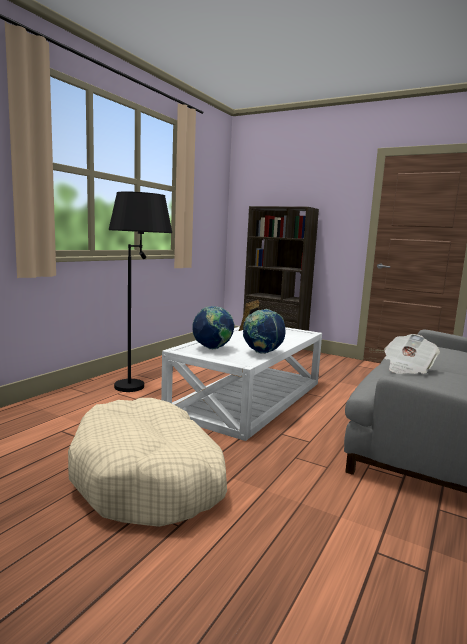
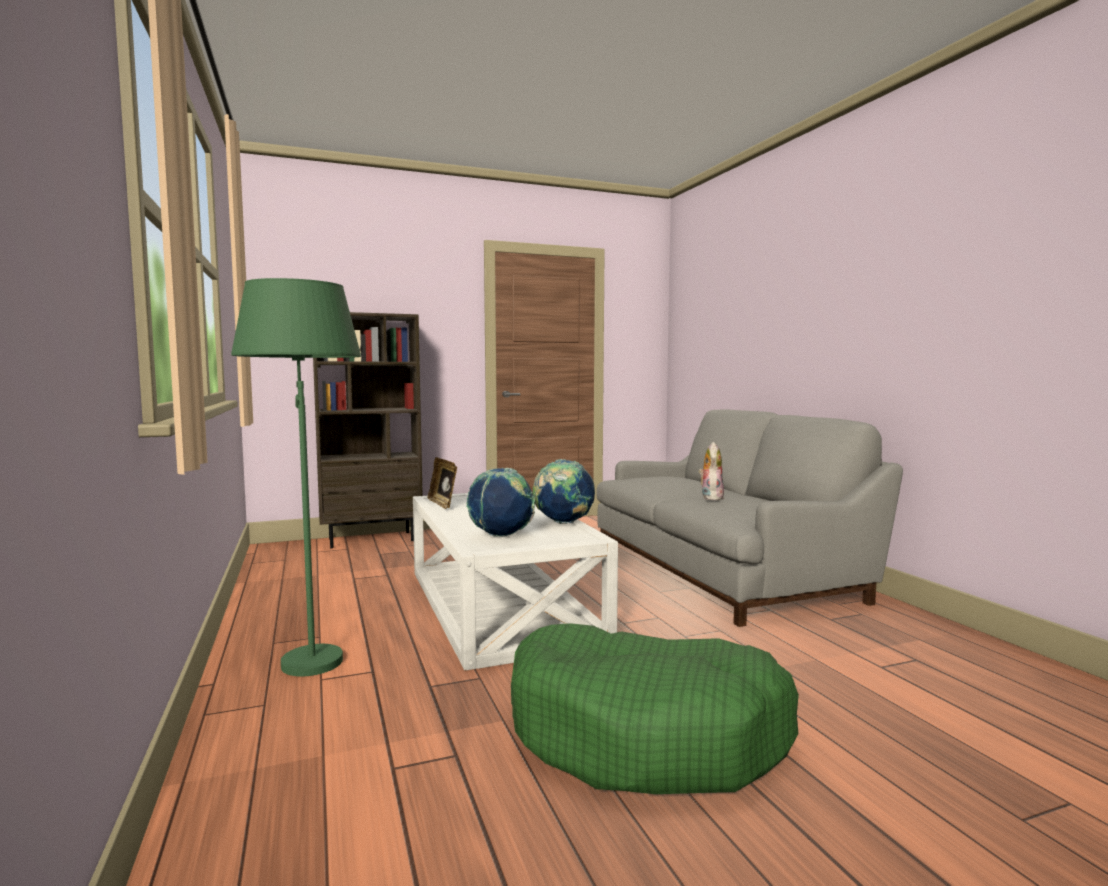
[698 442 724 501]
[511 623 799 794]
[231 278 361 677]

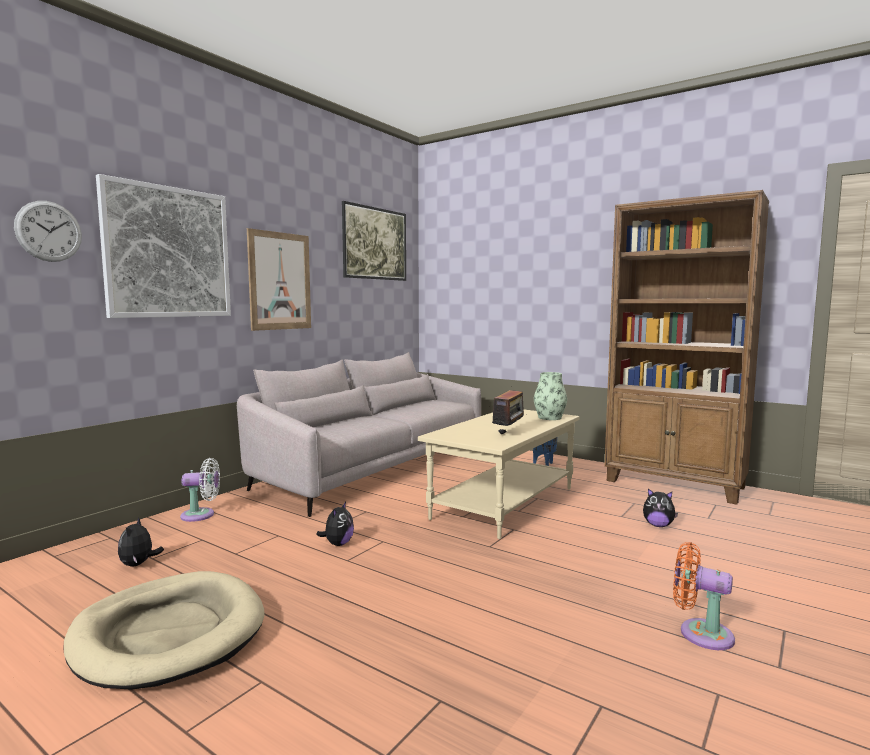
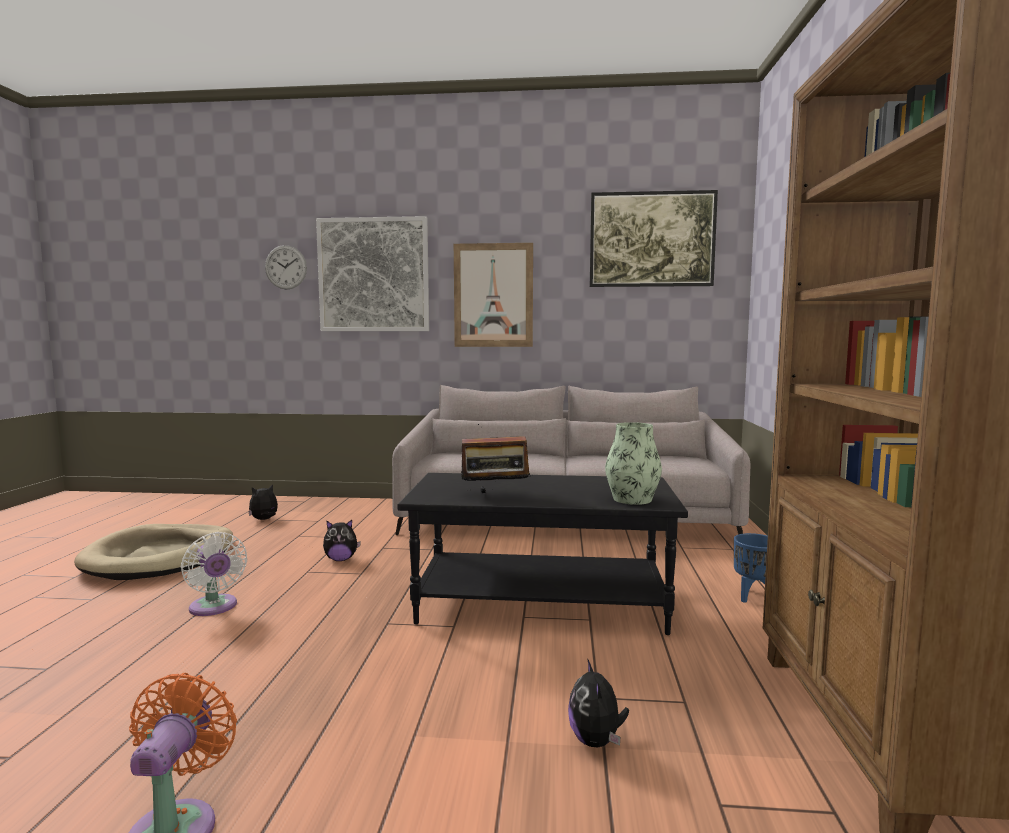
[181 532 247 616]
[397 473 688 635]

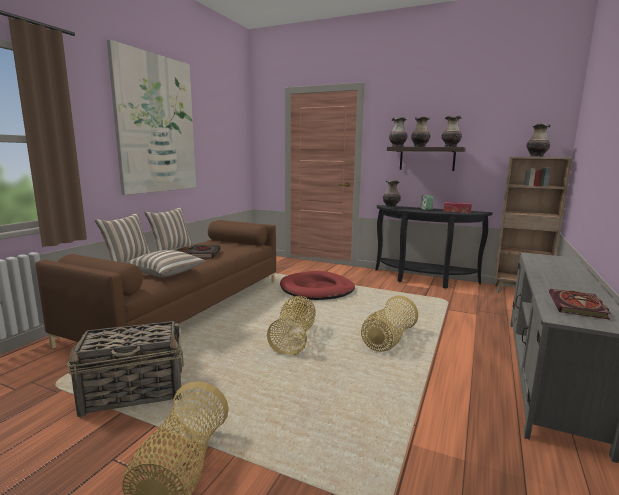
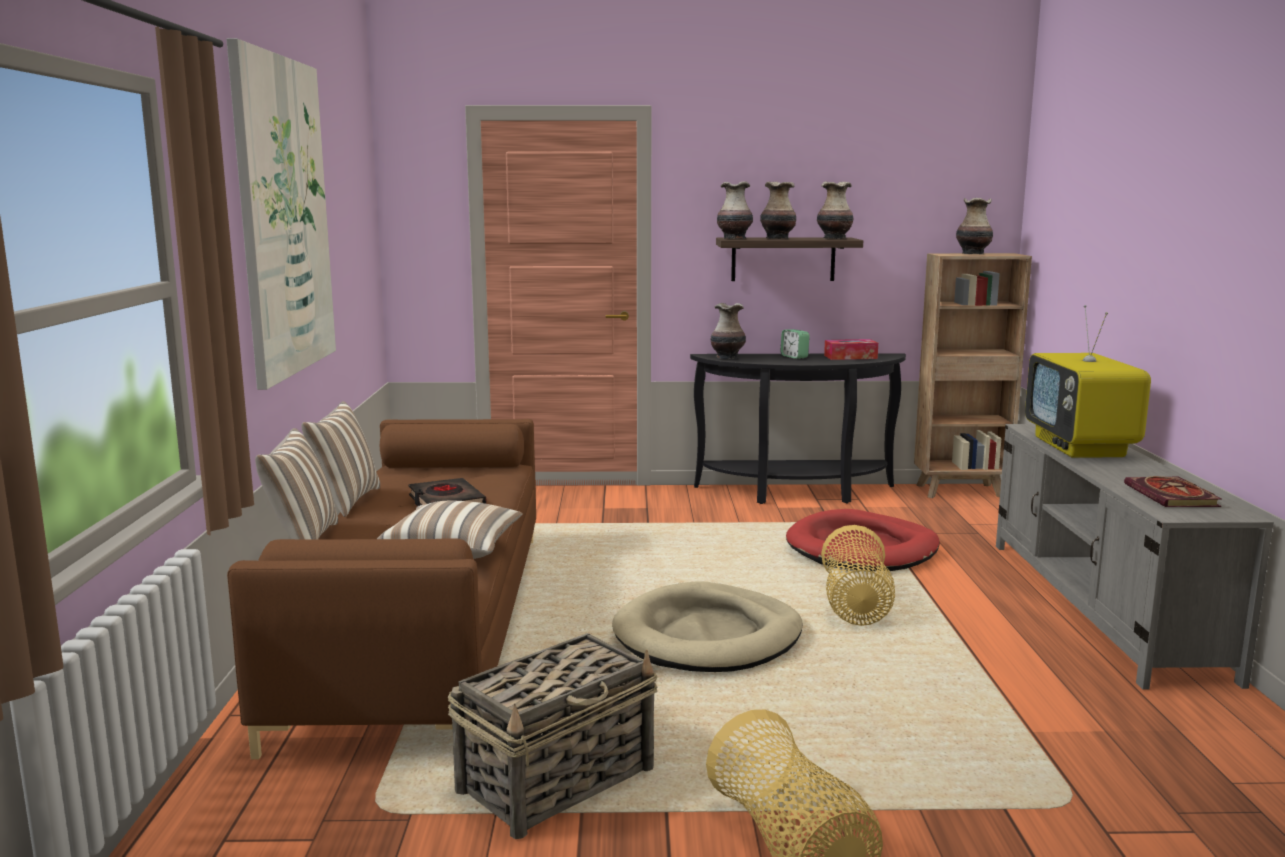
[1025 305 1151 458]
[786 509 940 571]
[612 581 803 672]

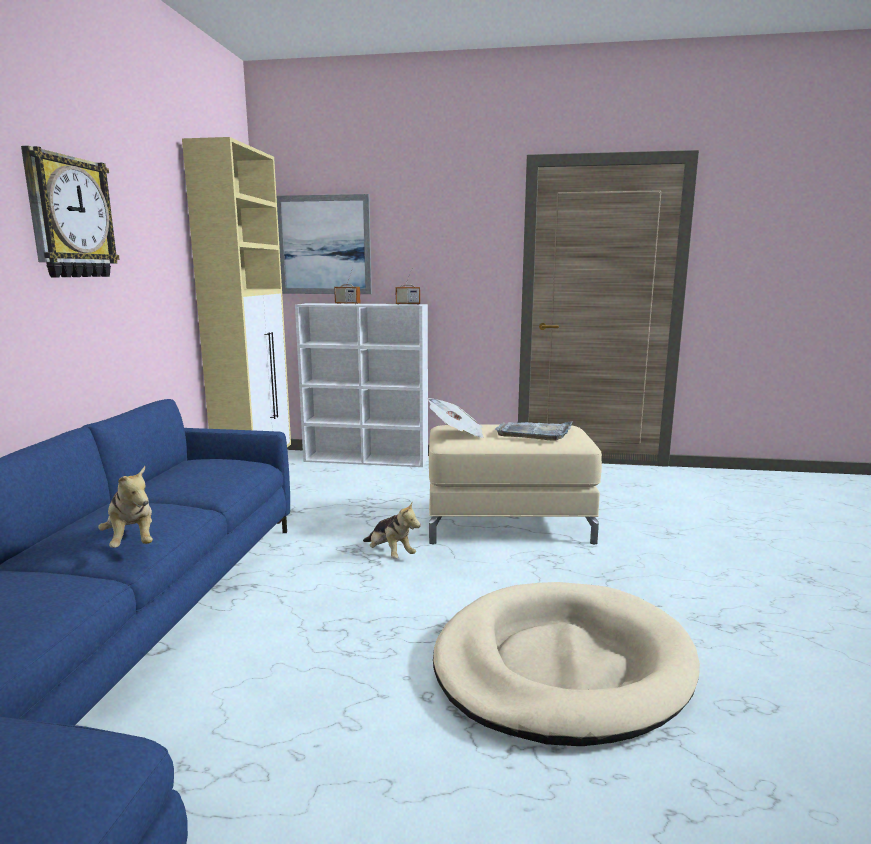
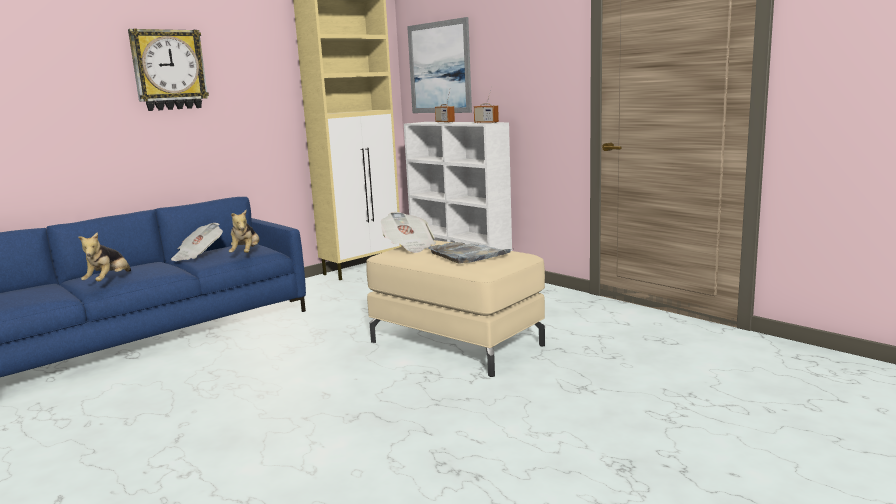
[433 582 700 746] (first image)
[171 223 223 261]
[229 210 260 253]

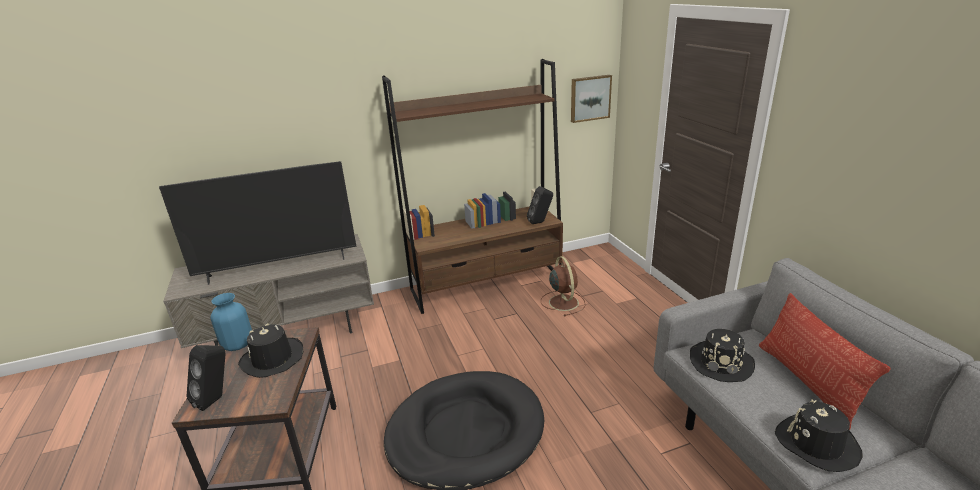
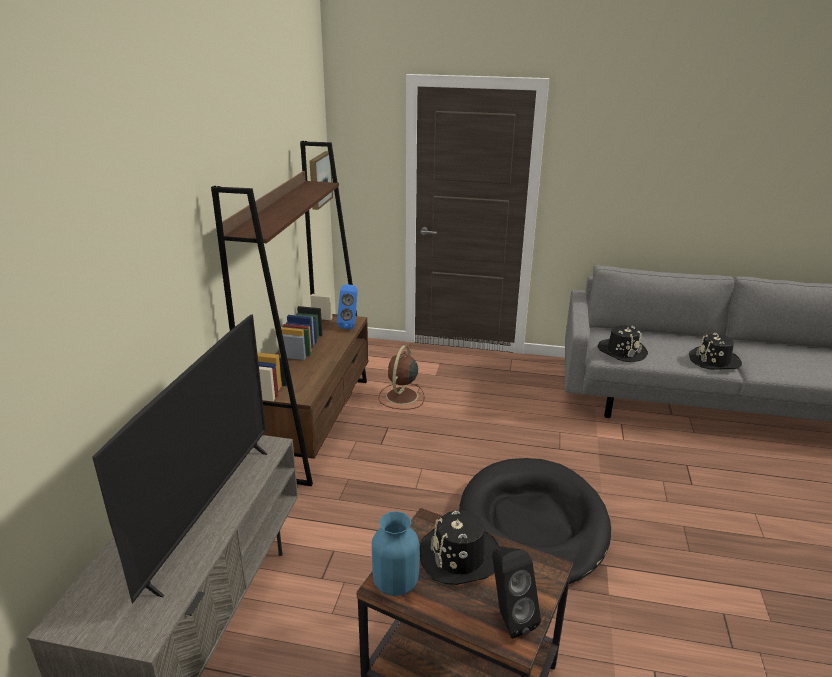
[759 293 891 430] (first image)
[337 285 358 329]
[378 345 424 410]

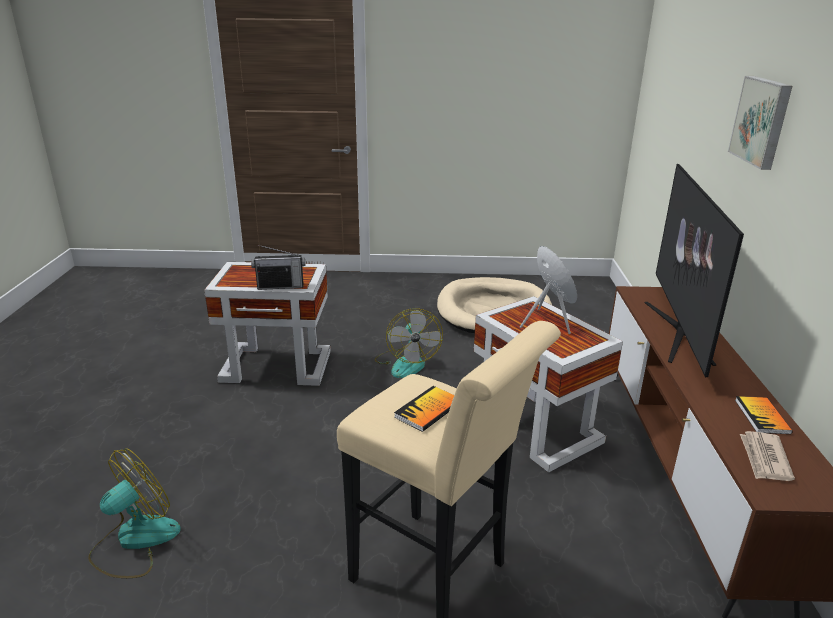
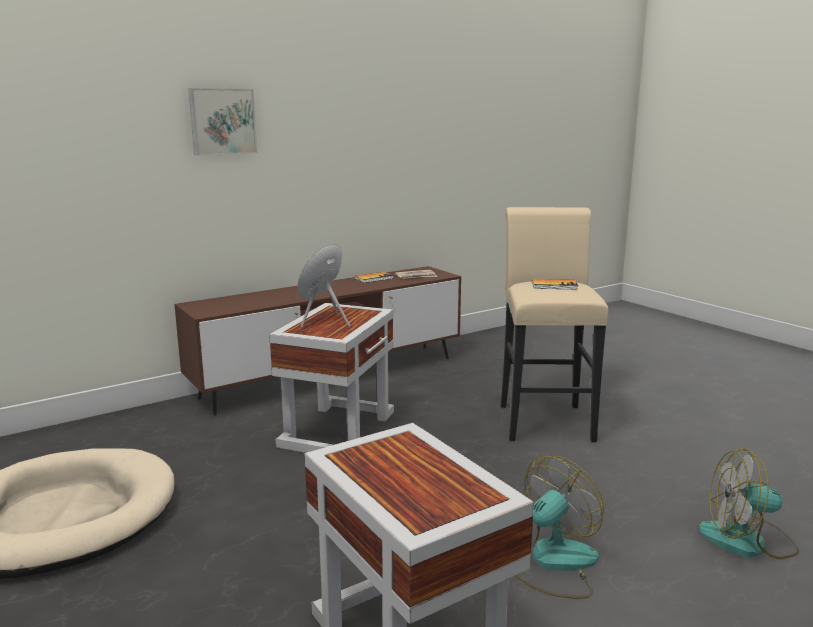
[251 245 305 290] (first image)
[645 164 744 377] (first image)
[515 456 604 599]

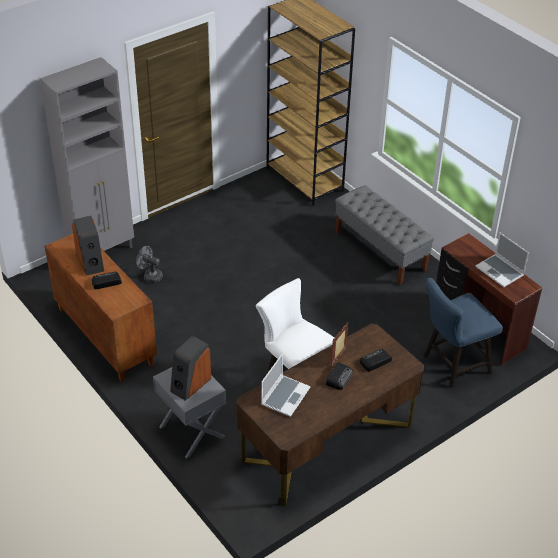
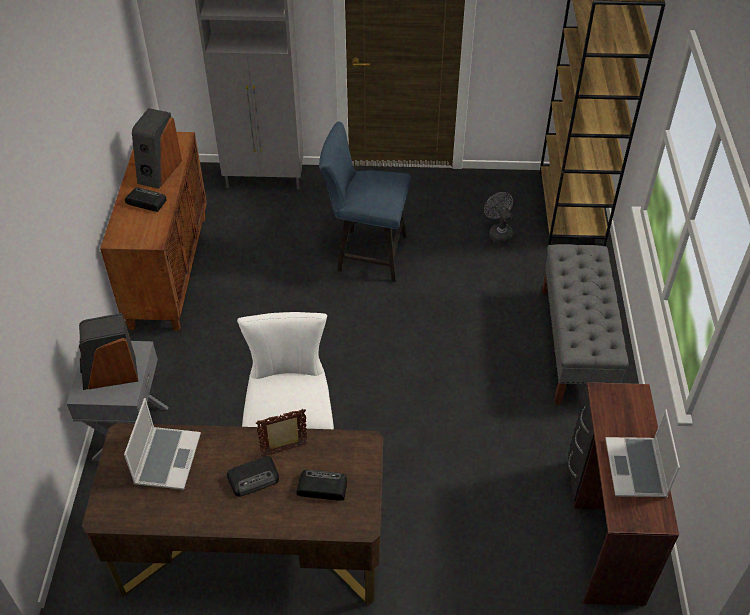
[484 192 513 243]
[319 121 411 282]
[124 398 201 490]

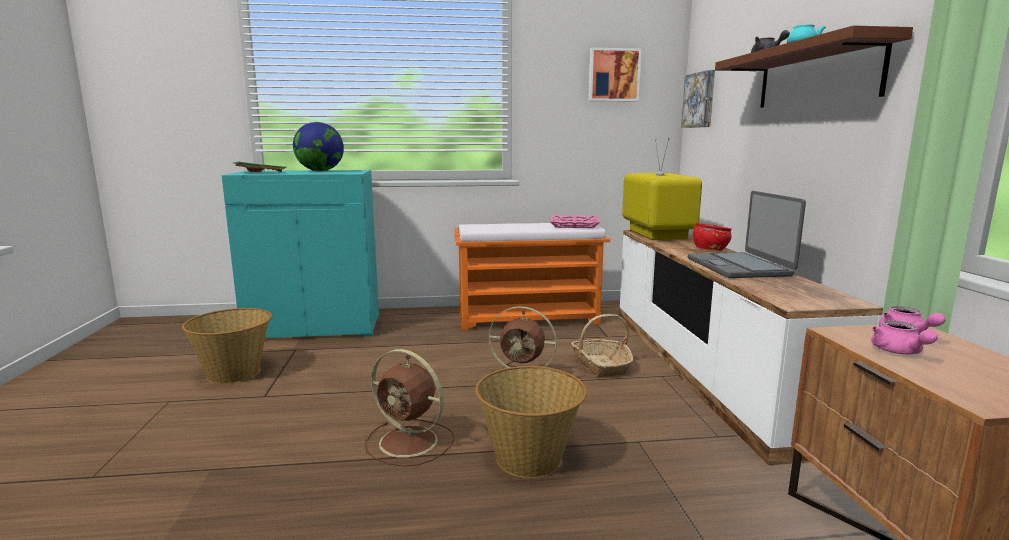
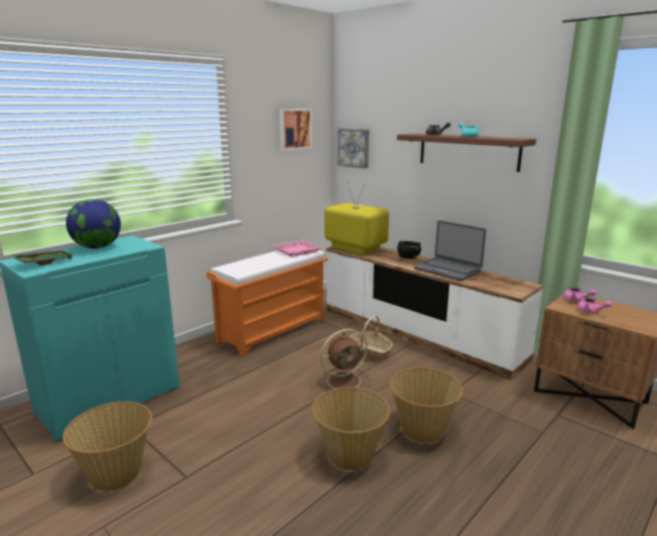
[312 387 390 471]
[397 241 421 259]

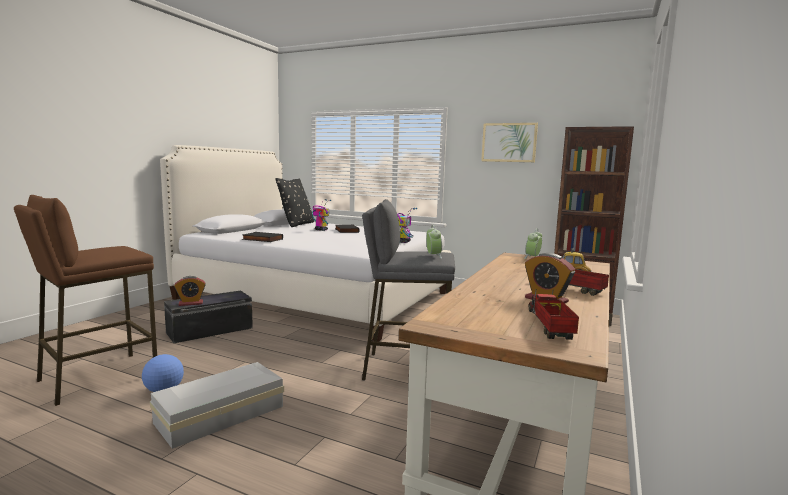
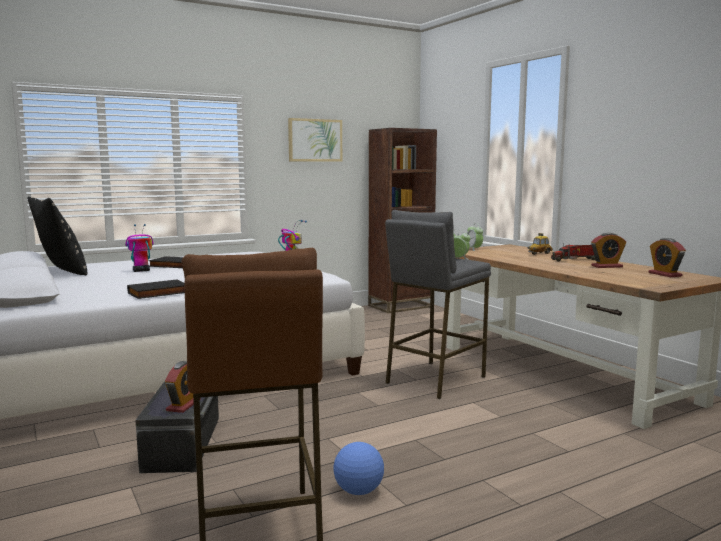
[150 362 284 449] (first image)
[648 238 686 277]

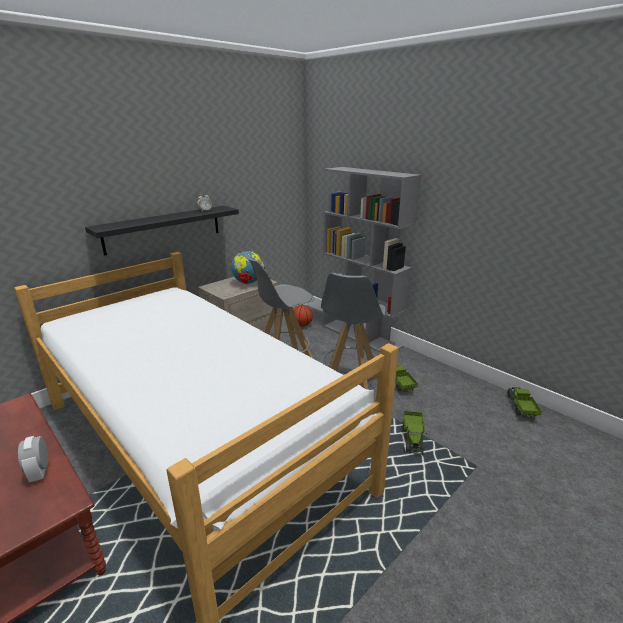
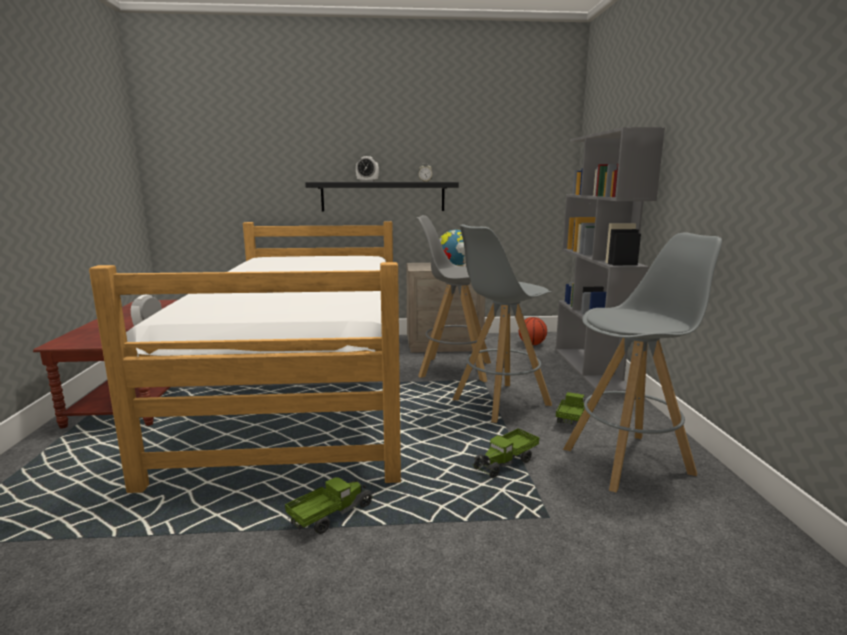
[356 156 379 182]
[563 232 722 492]
[285 477 373 534]

